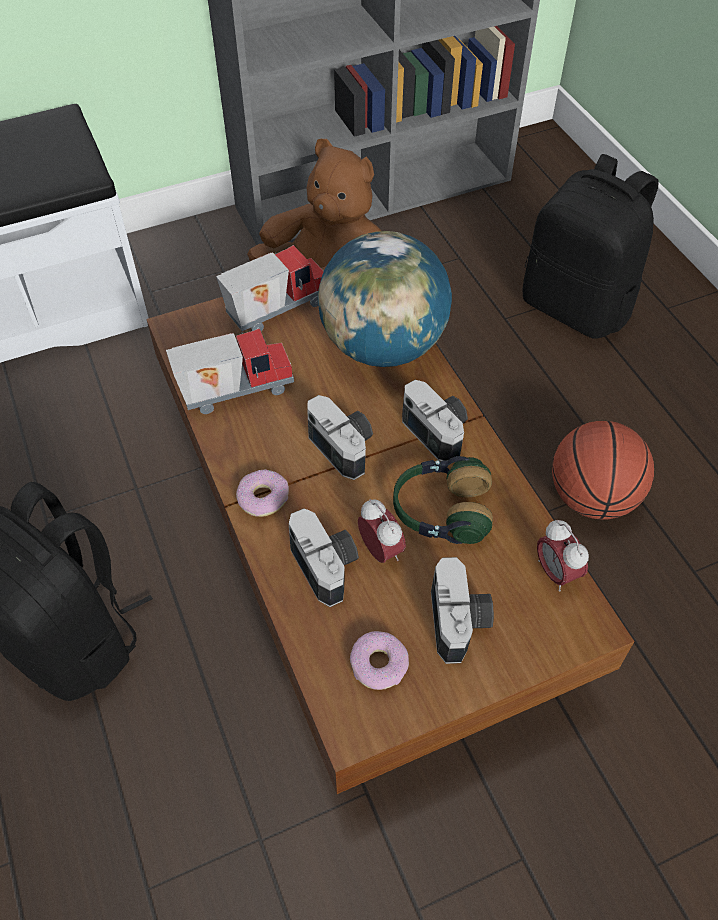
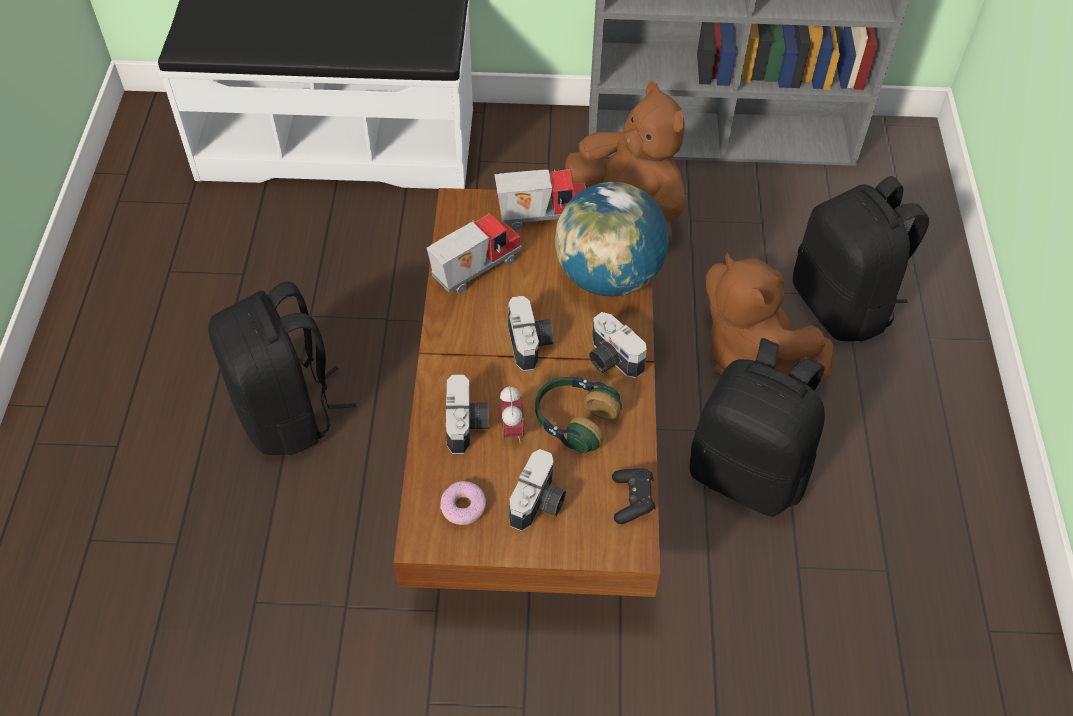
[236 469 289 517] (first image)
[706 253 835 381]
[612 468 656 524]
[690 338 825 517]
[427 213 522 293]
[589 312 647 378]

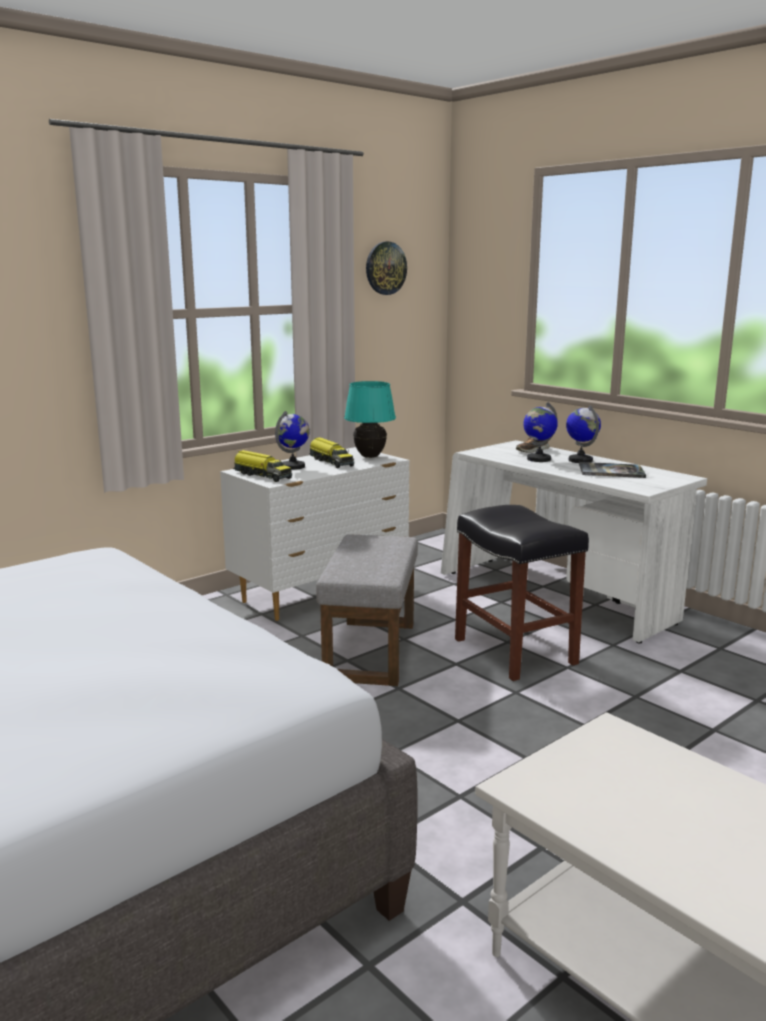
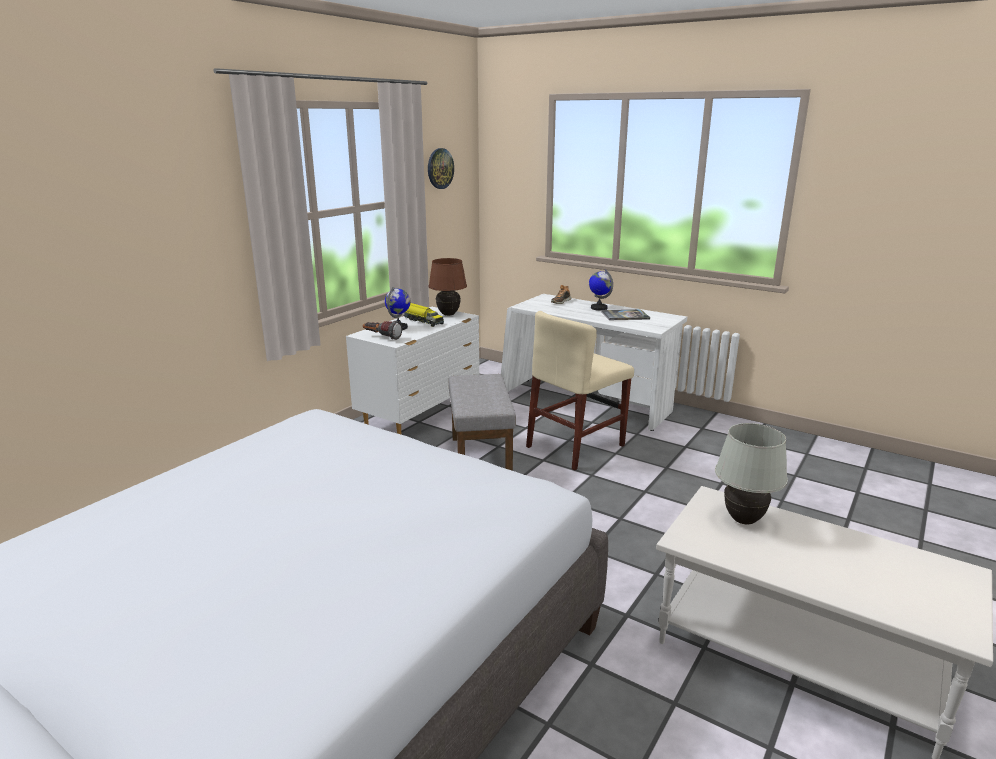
[523 402 558 462] (first image)
[715 423 788 525]
[363 321 402 340]
[526 311 634 470]
[429 258 467 316]

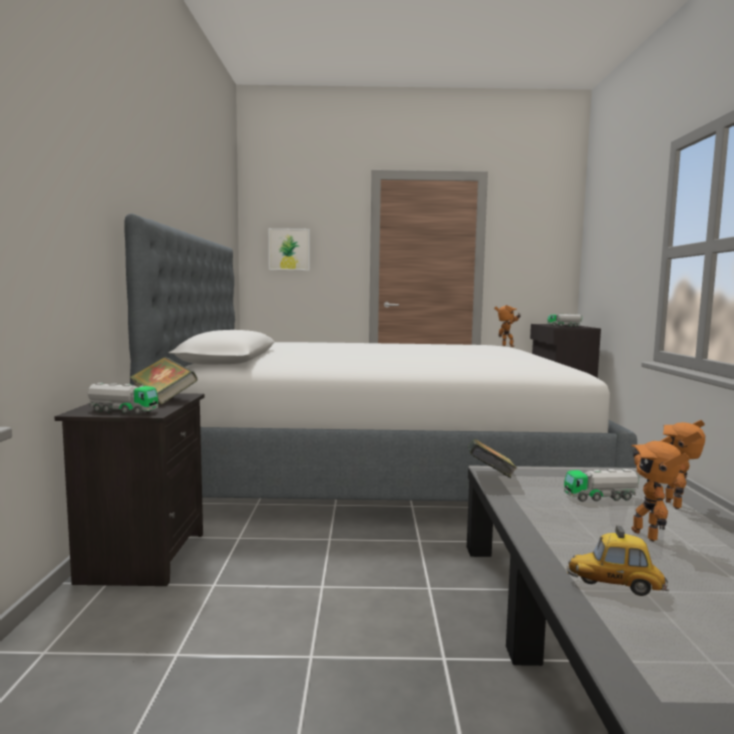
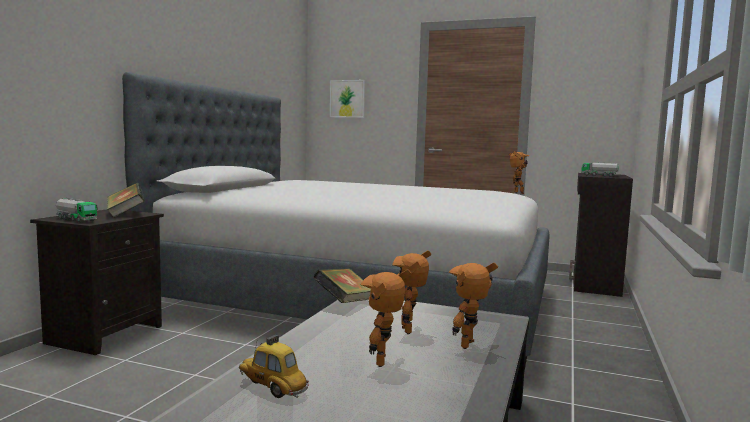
[392 250 431 334]

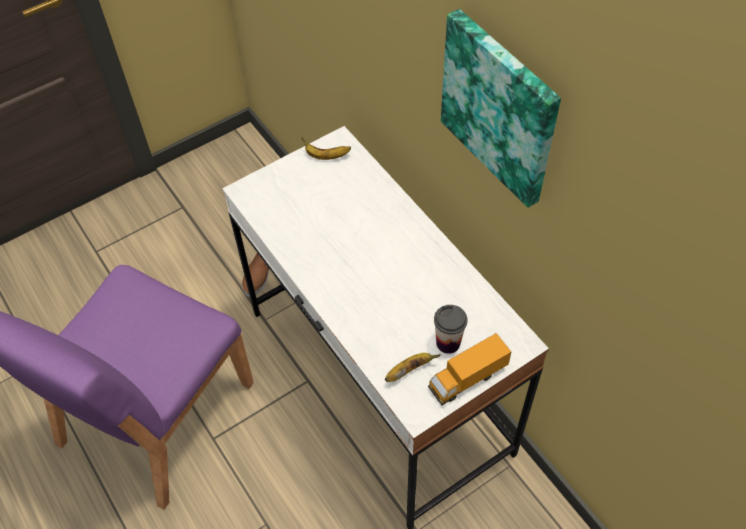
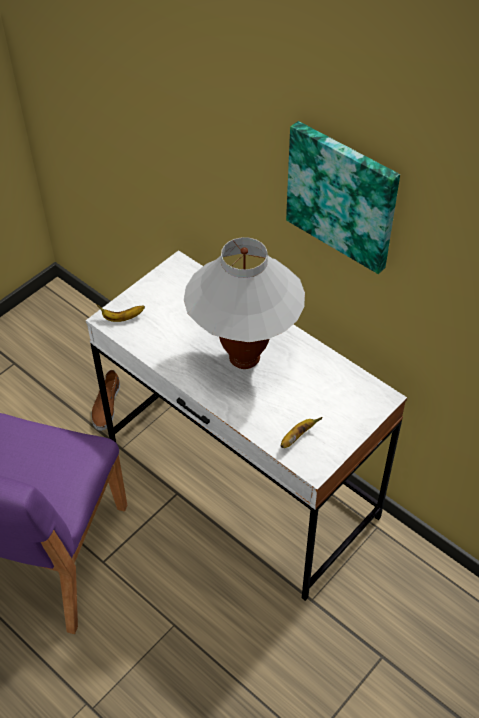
[428 333 511 405] (first image)
[434 305 467 354] (first image)
[184 237 305 369]
[97 305 145 322]

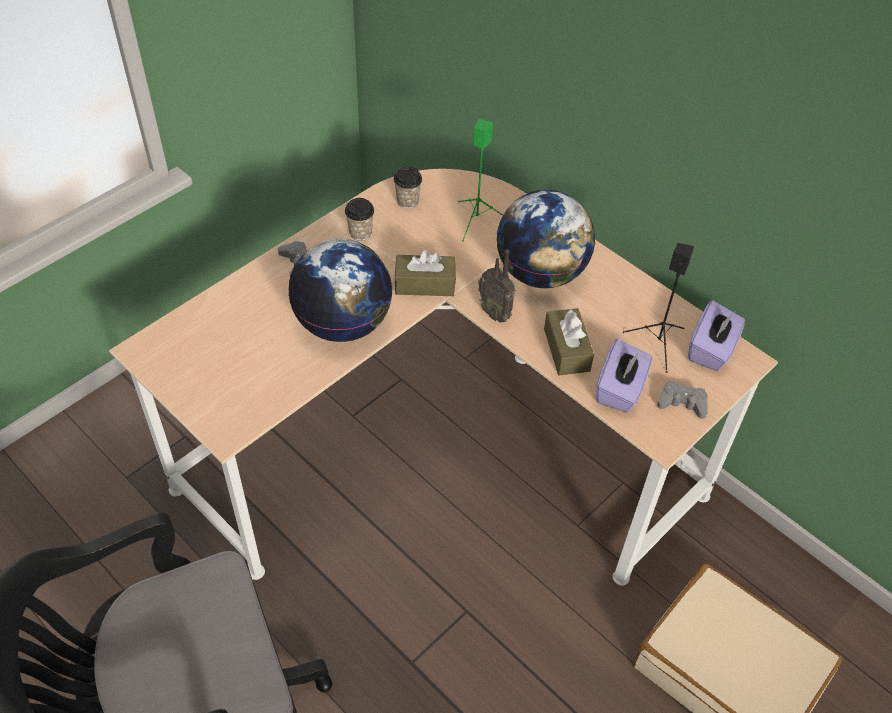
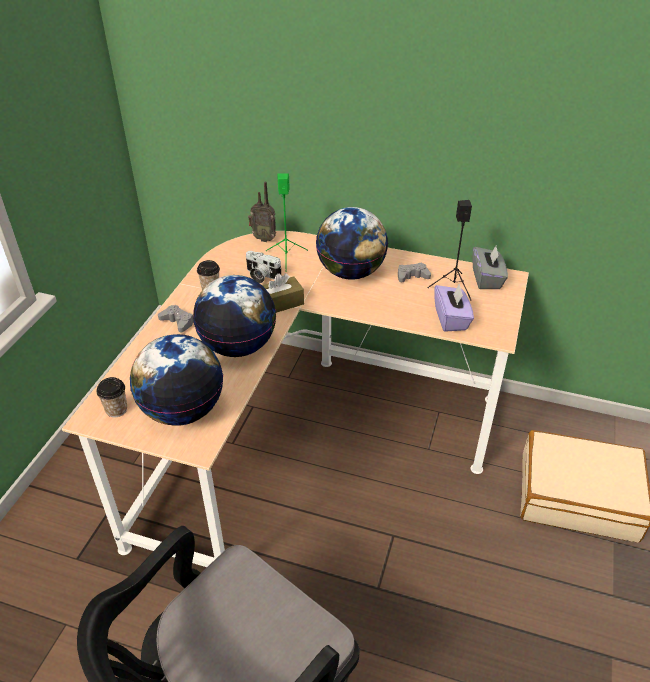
[544 308 594 376] (first image)
[130 334 223 426]
[246 251 281 283]
[97 377 127 417]
[248 181 276 242]
[398 263 431 282]
[472 246 508 289]

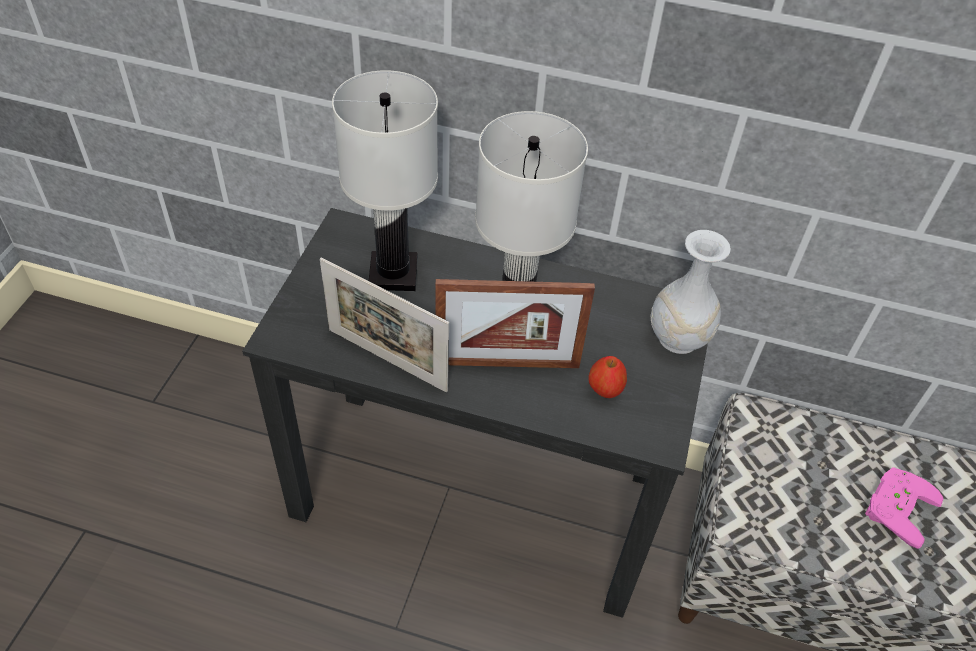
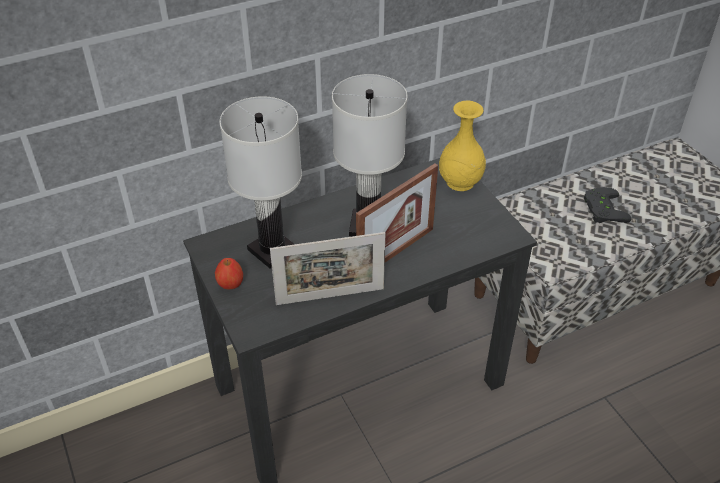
[215 258 243 289]
[439 101 486 191]
[584 187 632 223]

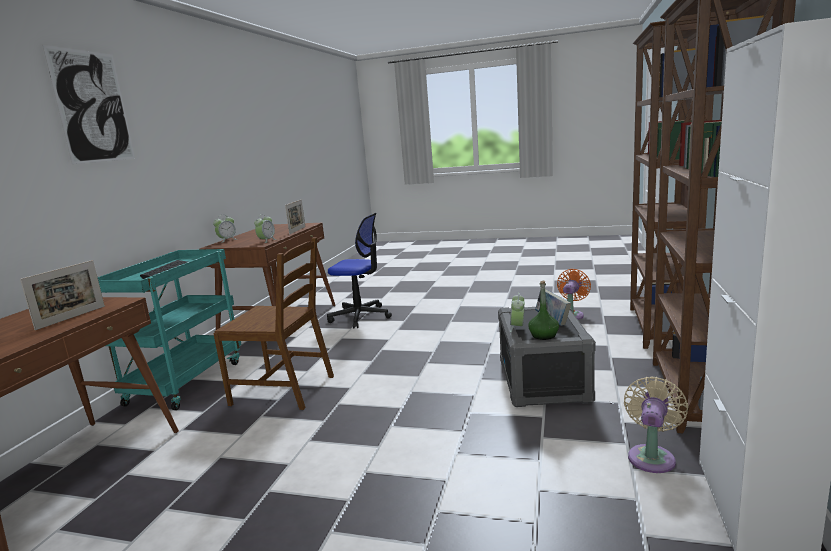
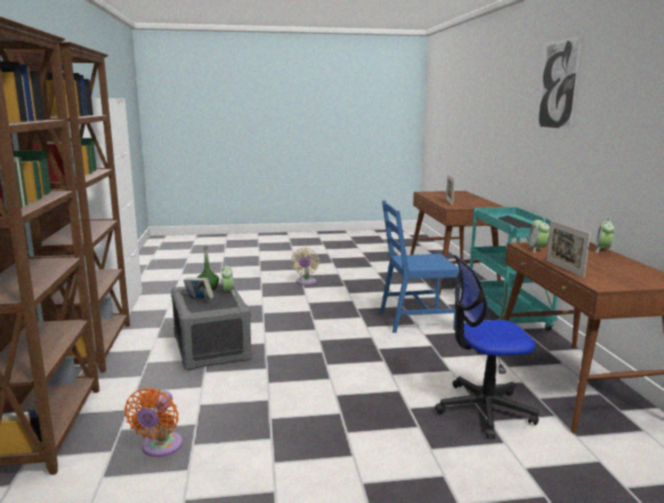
[291 248 319 285]
[380 201 461 333]

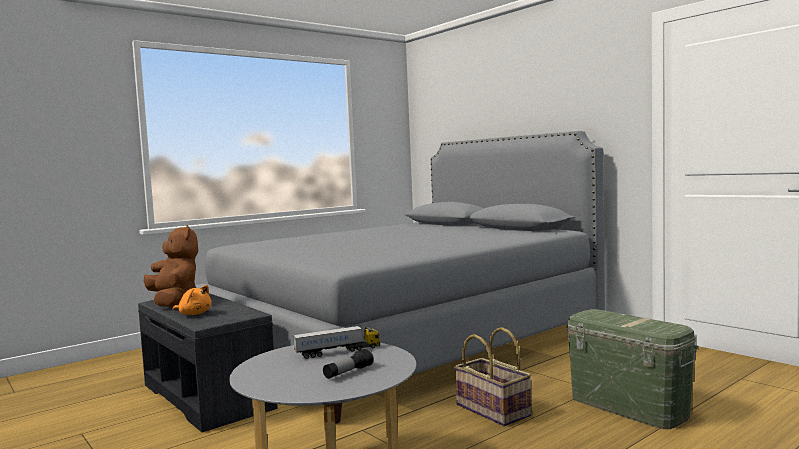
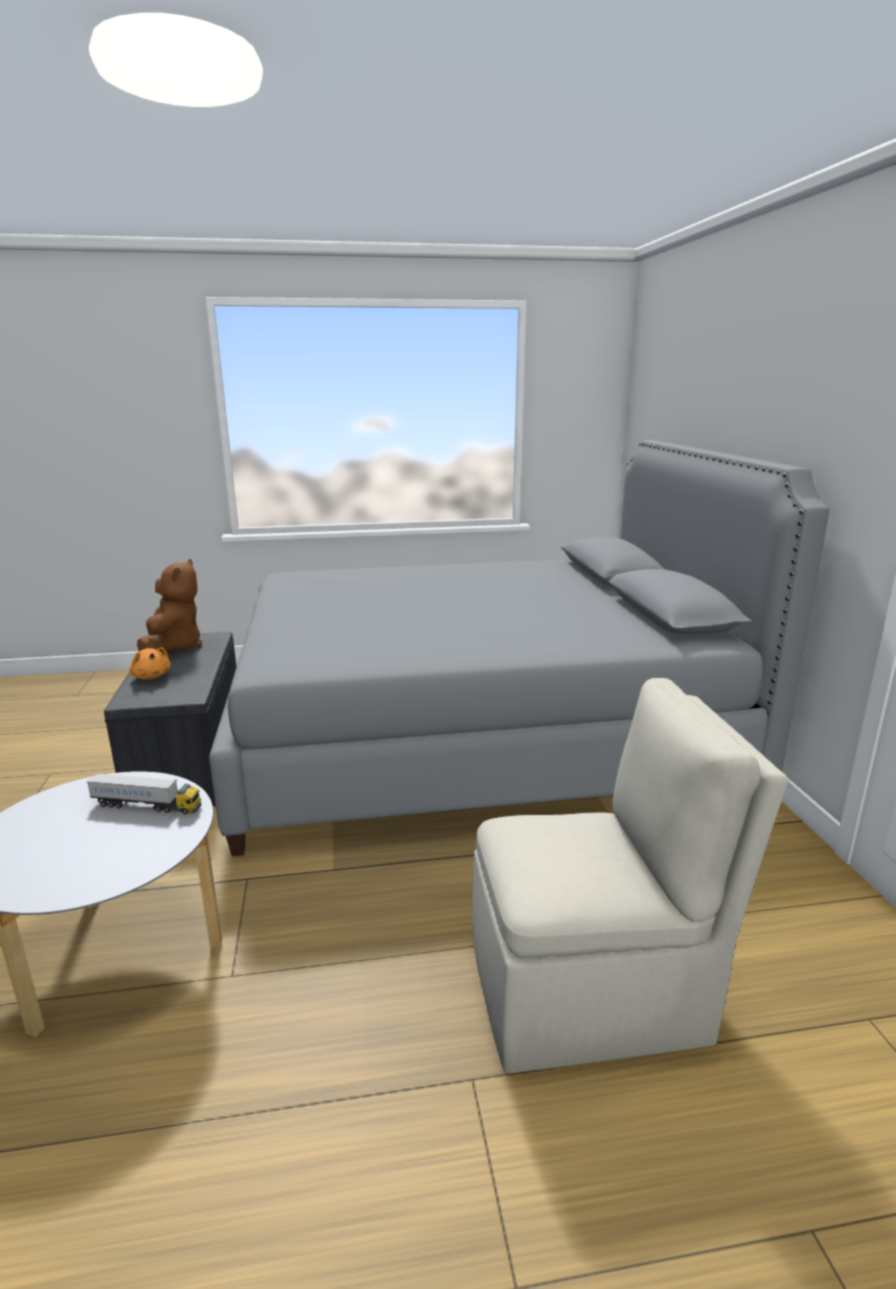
[323 348 374 379] (first image)
[454 327 532 426] (first image)
[473 678 788 1074]

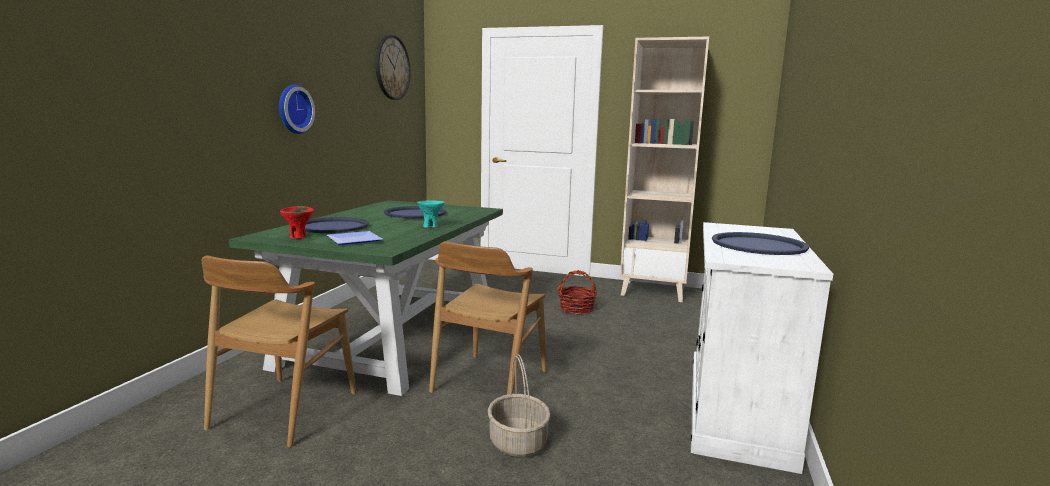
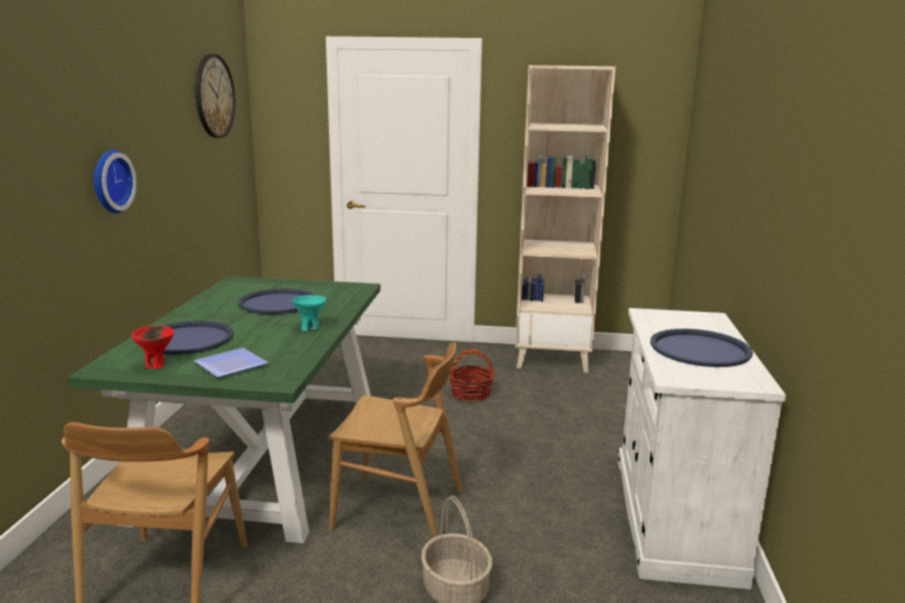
[329 342 462 538]

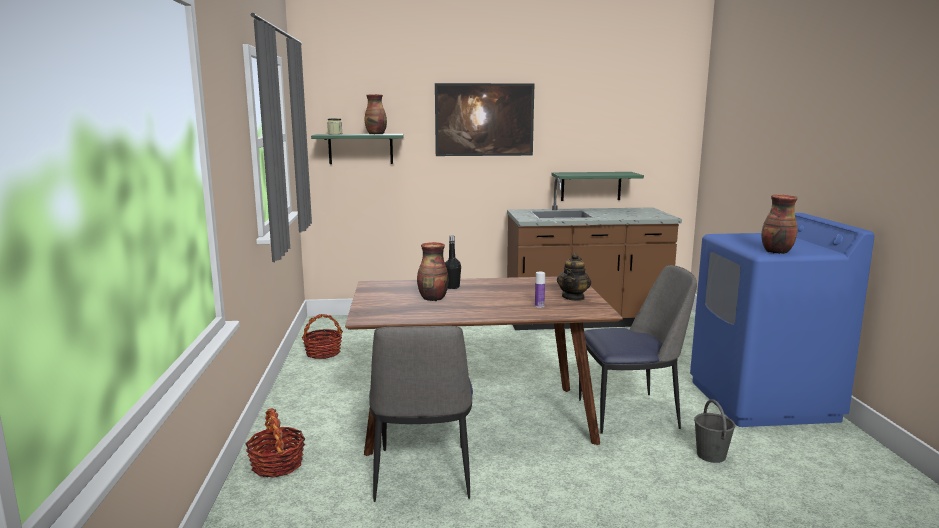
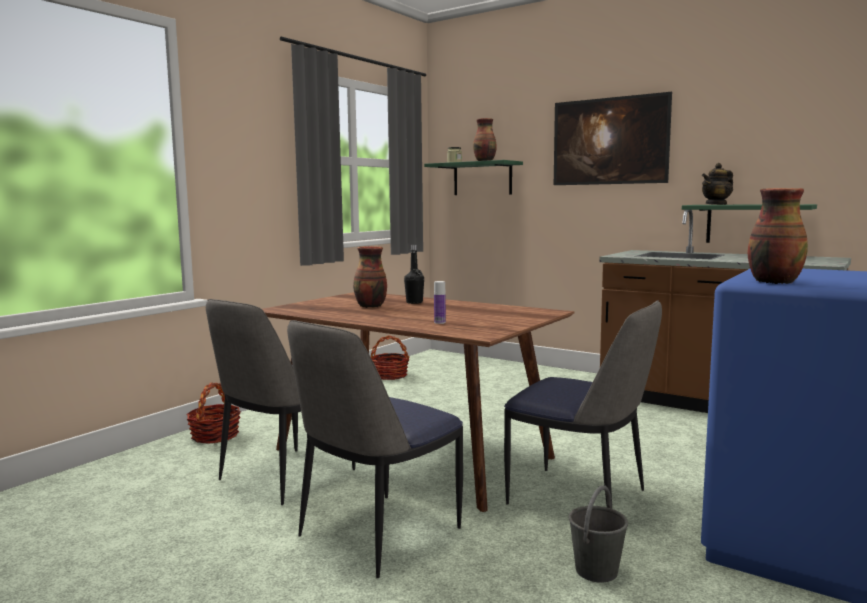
[287 320 463 578]
[702 163 733 205]

